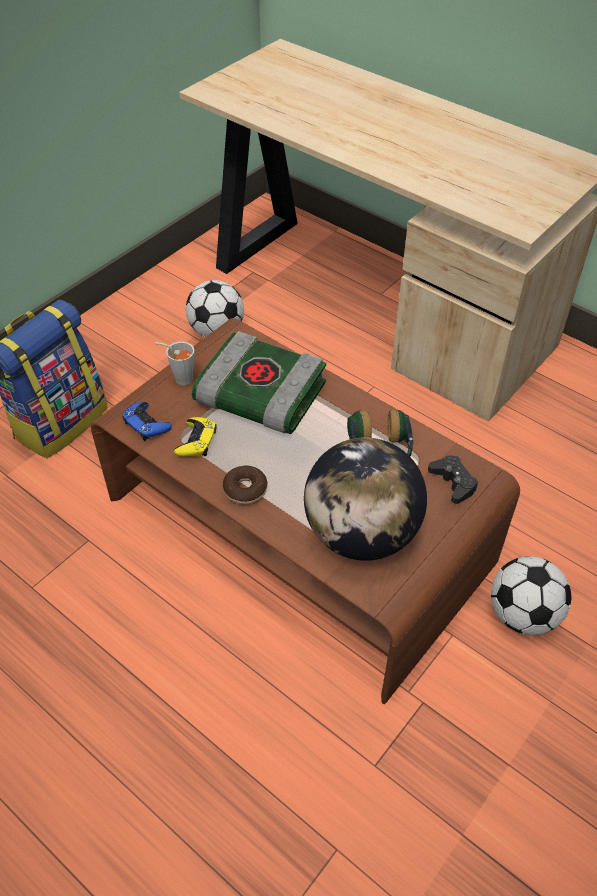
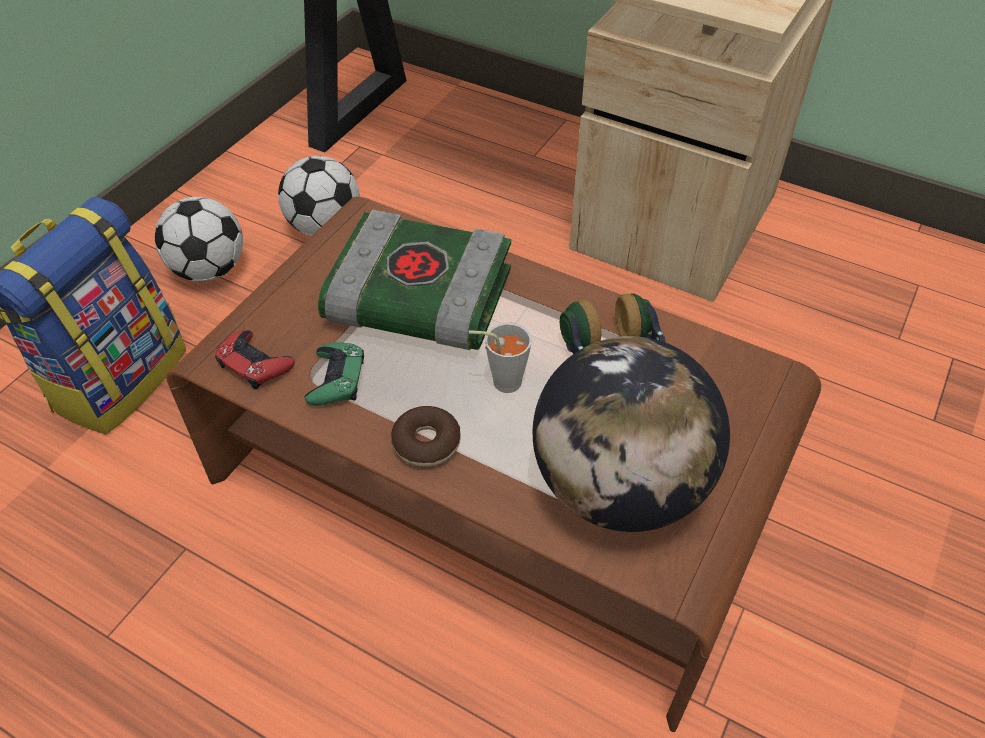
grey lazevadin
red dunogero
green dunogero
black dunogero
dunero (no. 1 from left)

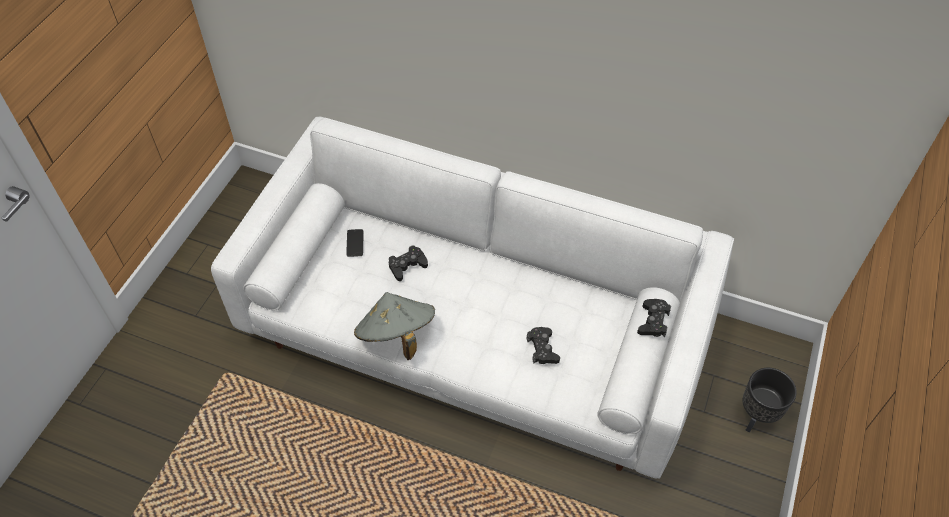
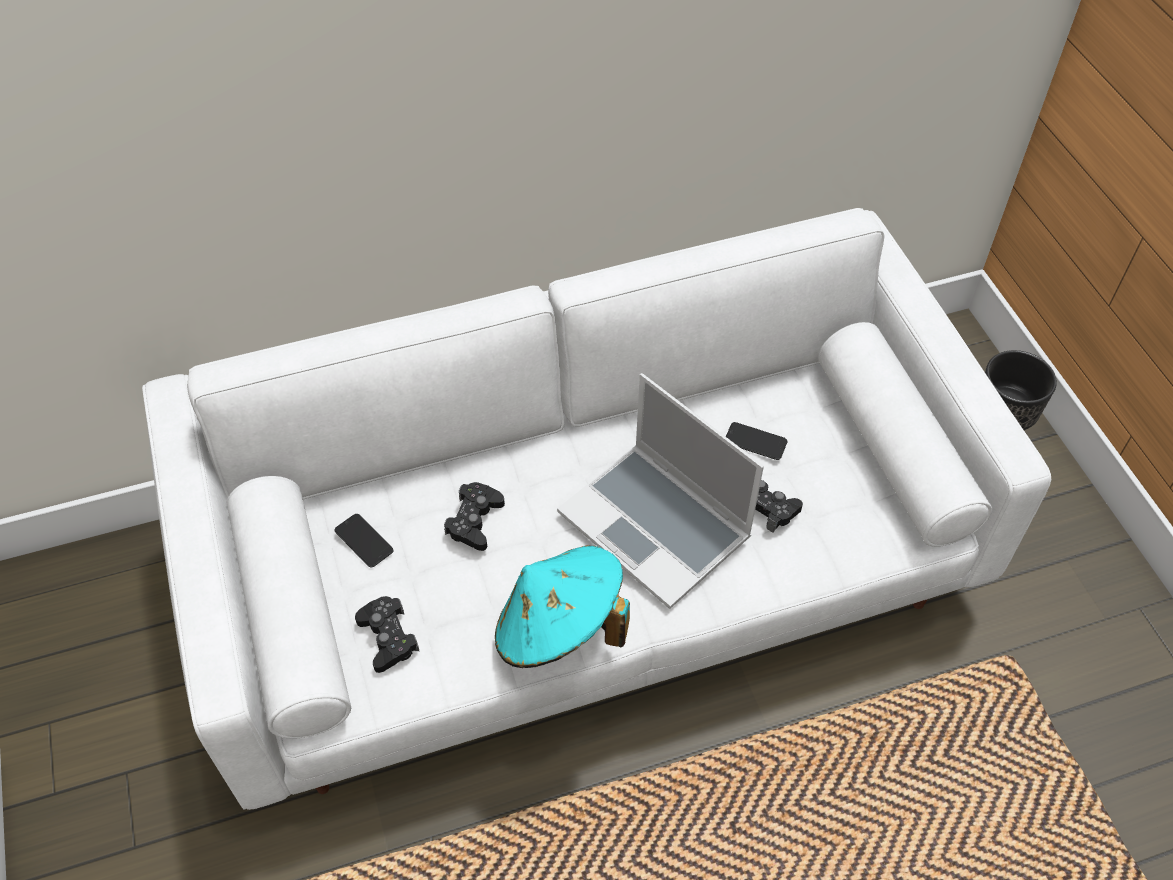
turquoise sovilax
black dunogero (no. 1 from left)
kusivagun
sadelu (no. 2 from left)

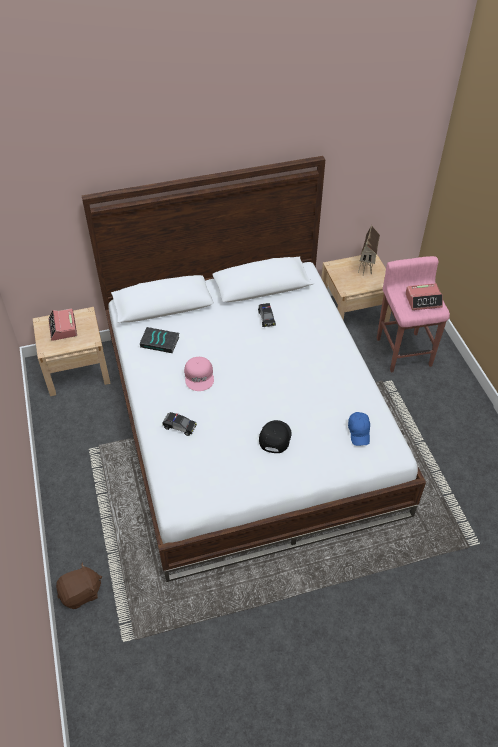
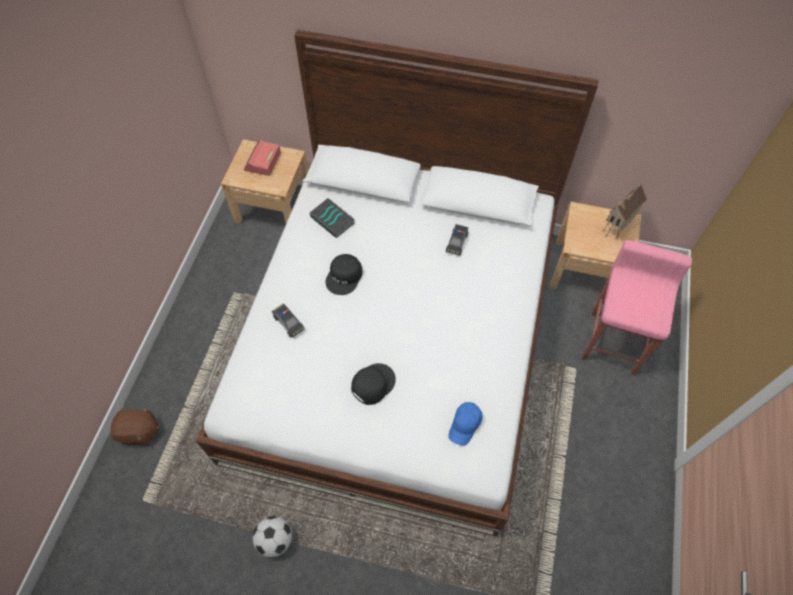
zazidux (no. 2 from left in the first image)
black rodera (no. 1 from left)
dunero

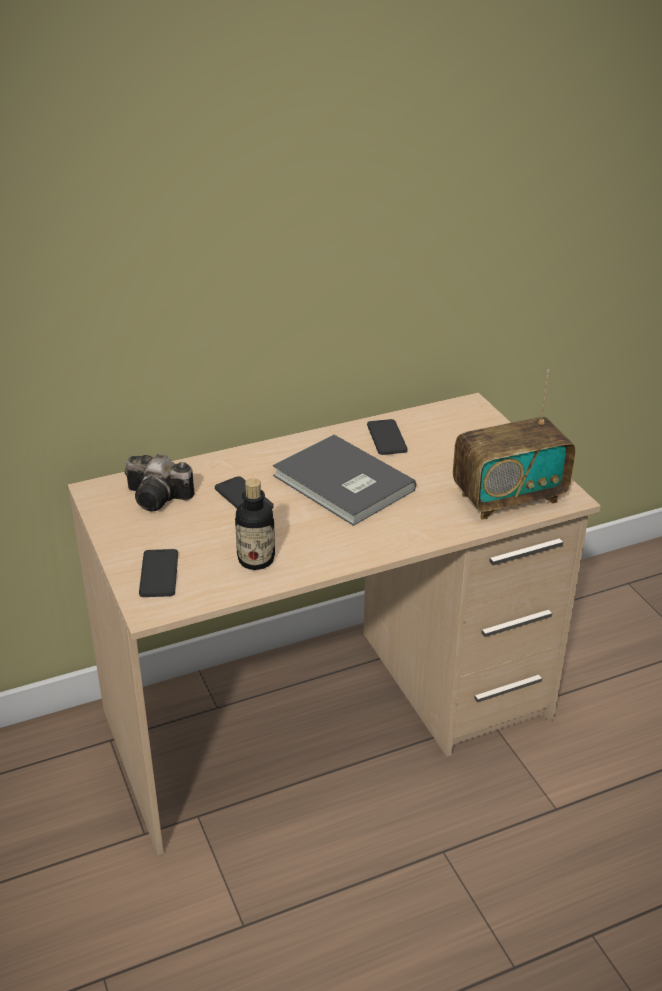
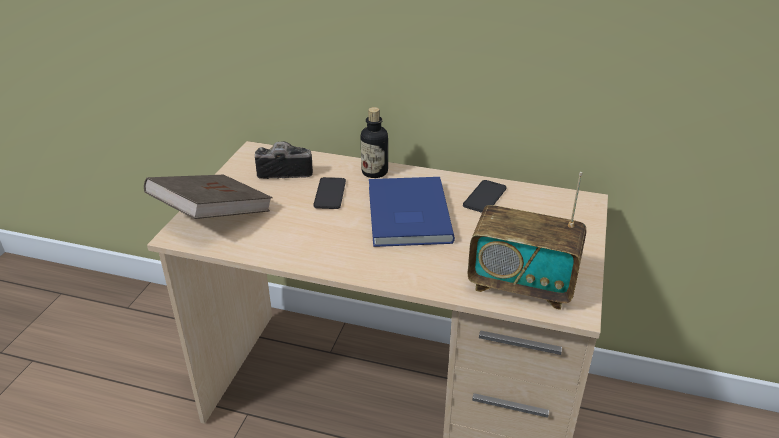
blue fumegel
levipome
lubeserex
brown fumegel

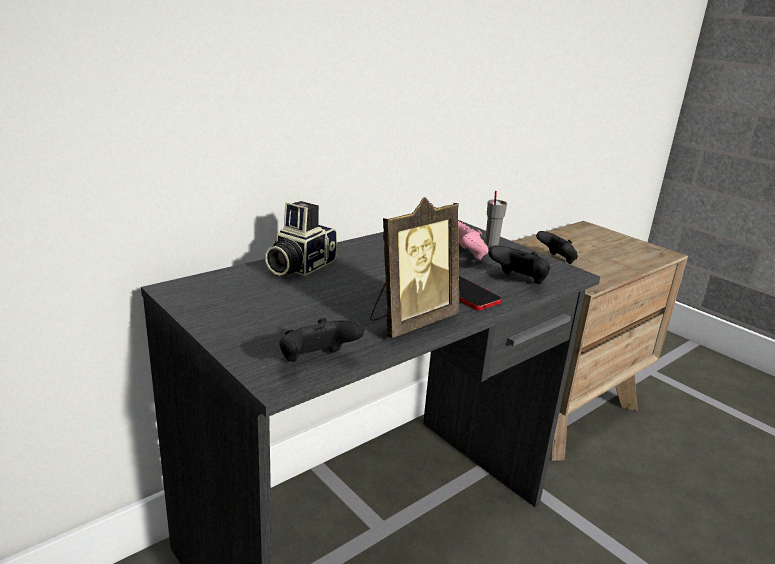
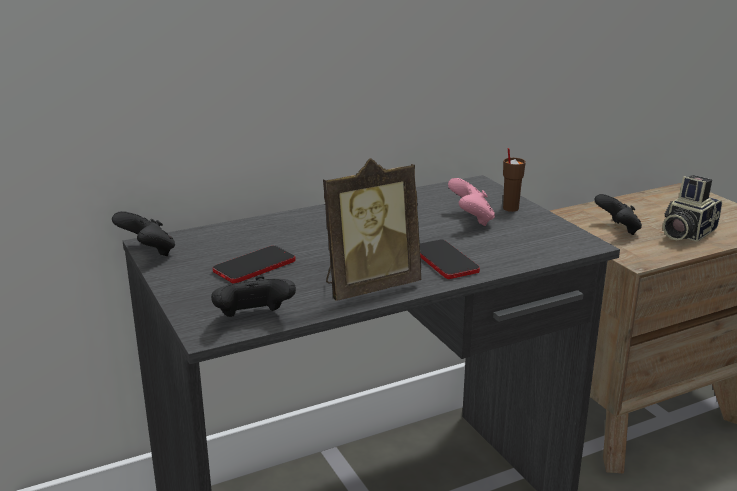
brown lazevadin
levipome
black dunogero (no. 1 from left)
sadelu (no. 1 from left)

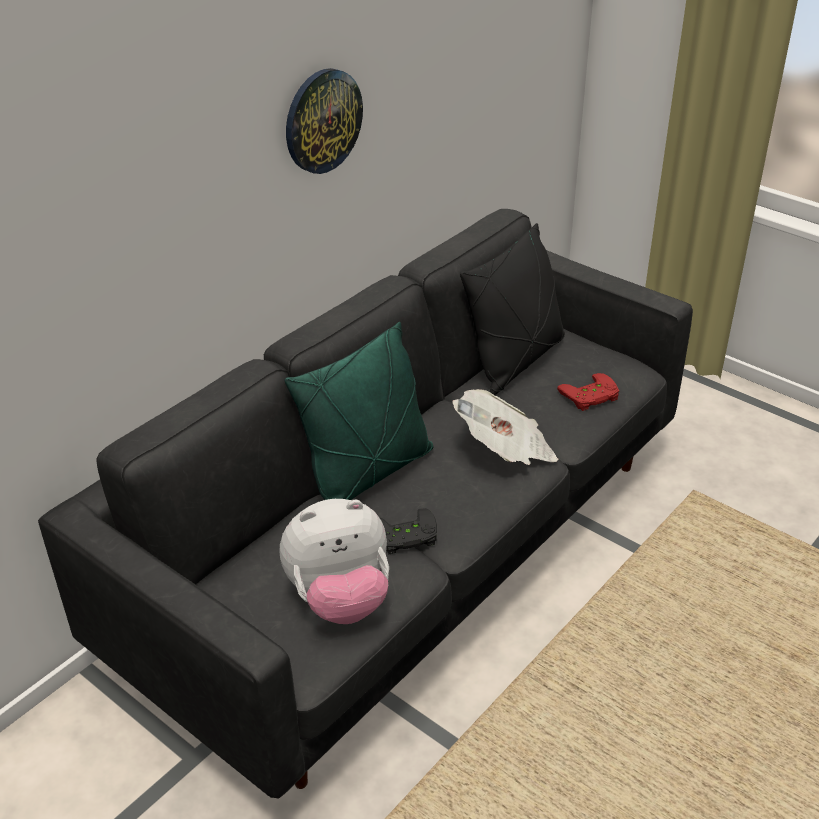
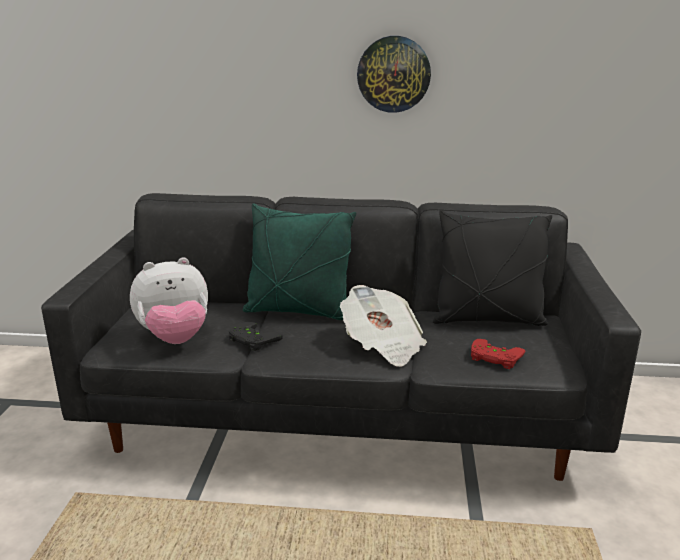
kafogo

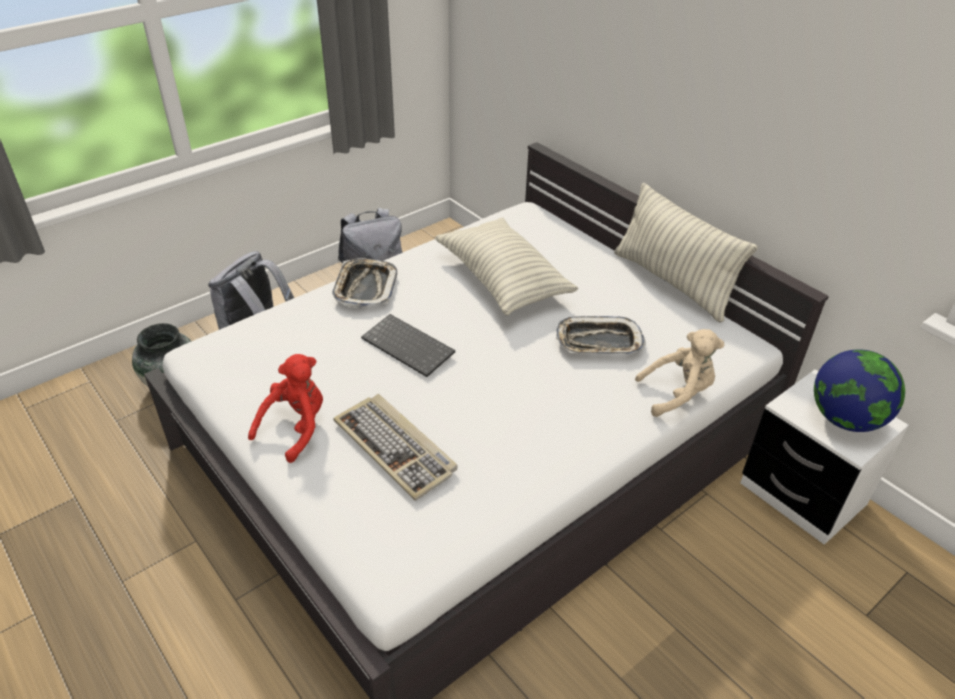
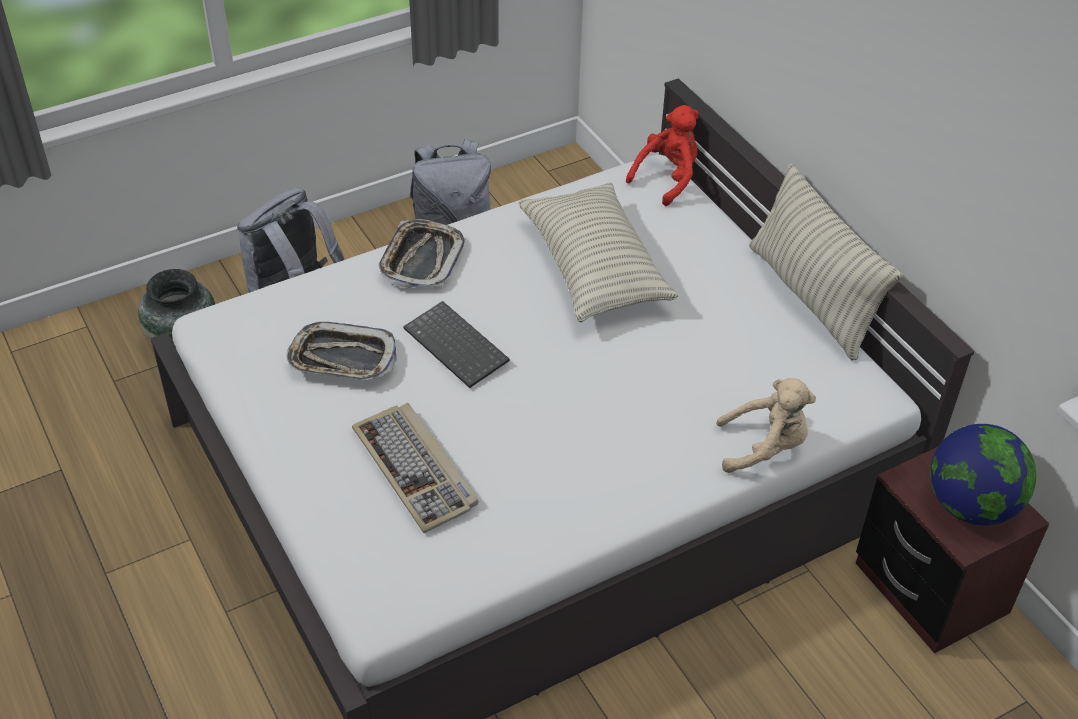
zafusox (no. 1 from left)
red kafogo
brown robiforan

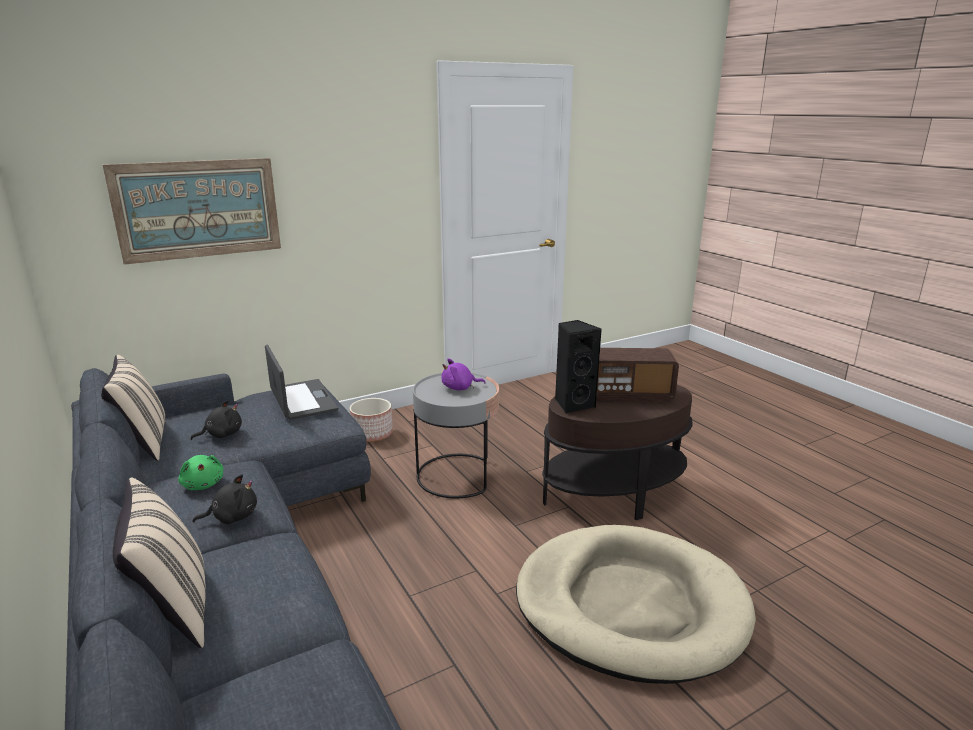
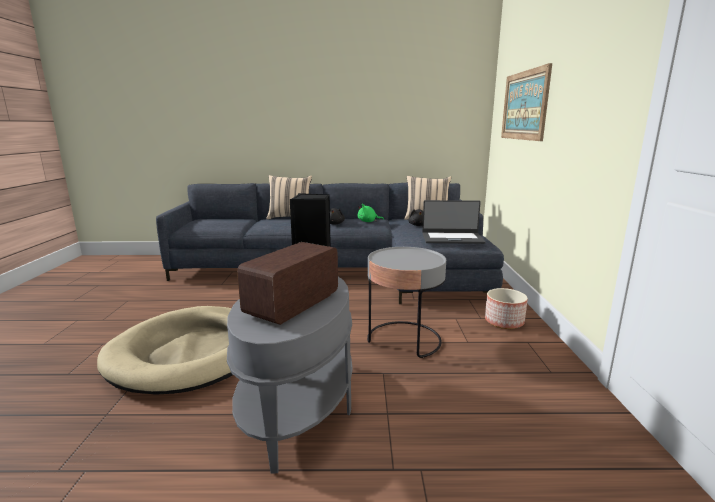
purple kafogo
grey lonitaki (no. 1 from left)

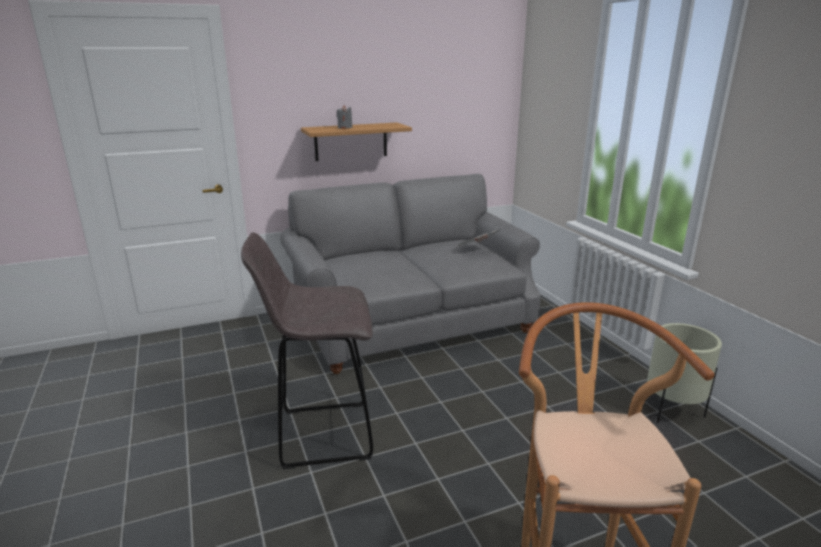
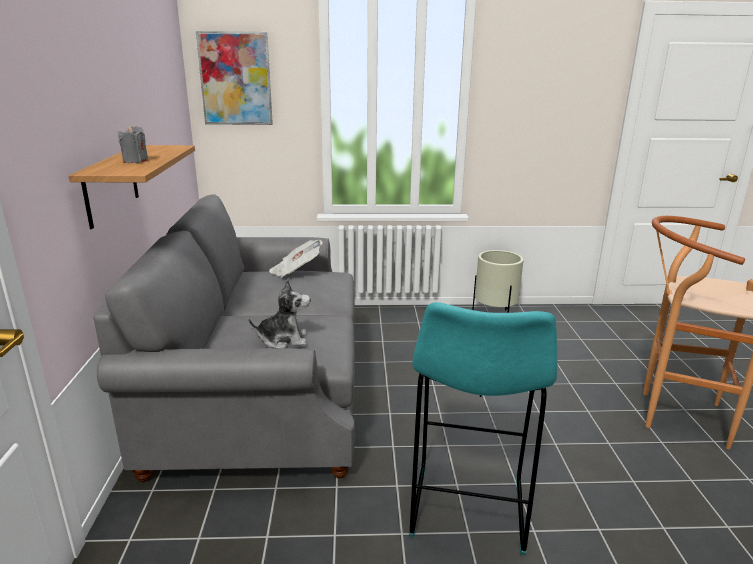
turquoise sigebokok
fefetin
kafogo

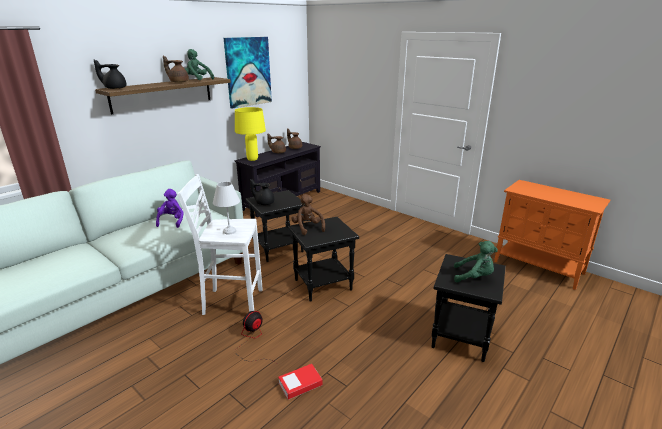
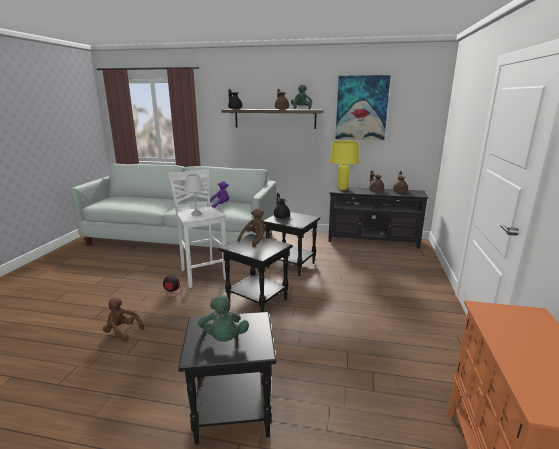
brown kafogo (no. 1 from left)

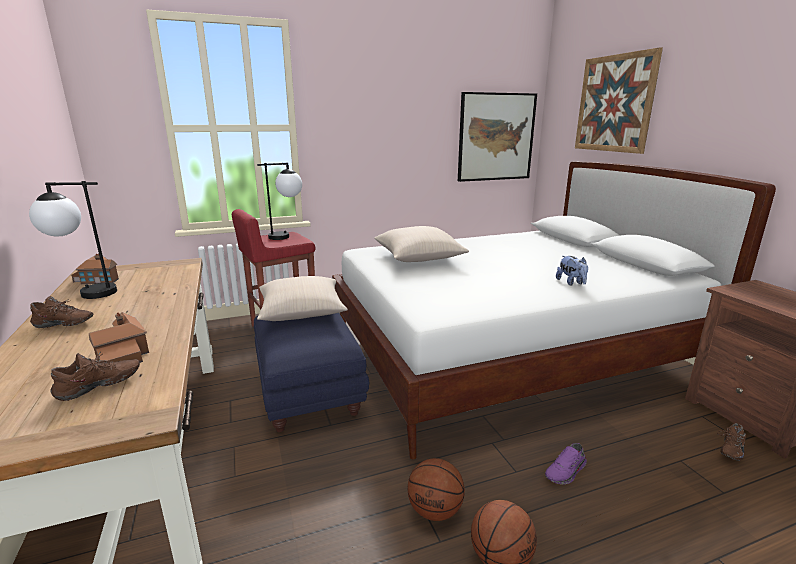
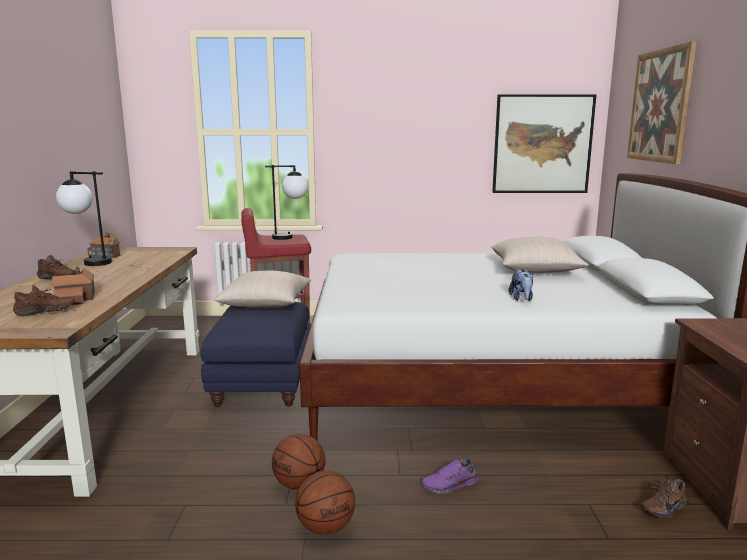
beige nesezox (no. 2 from left)

